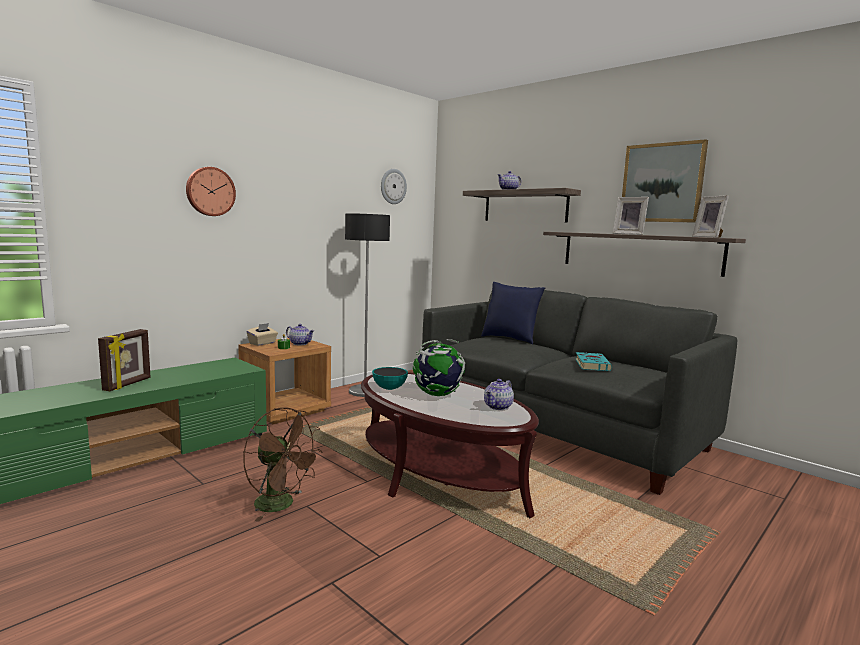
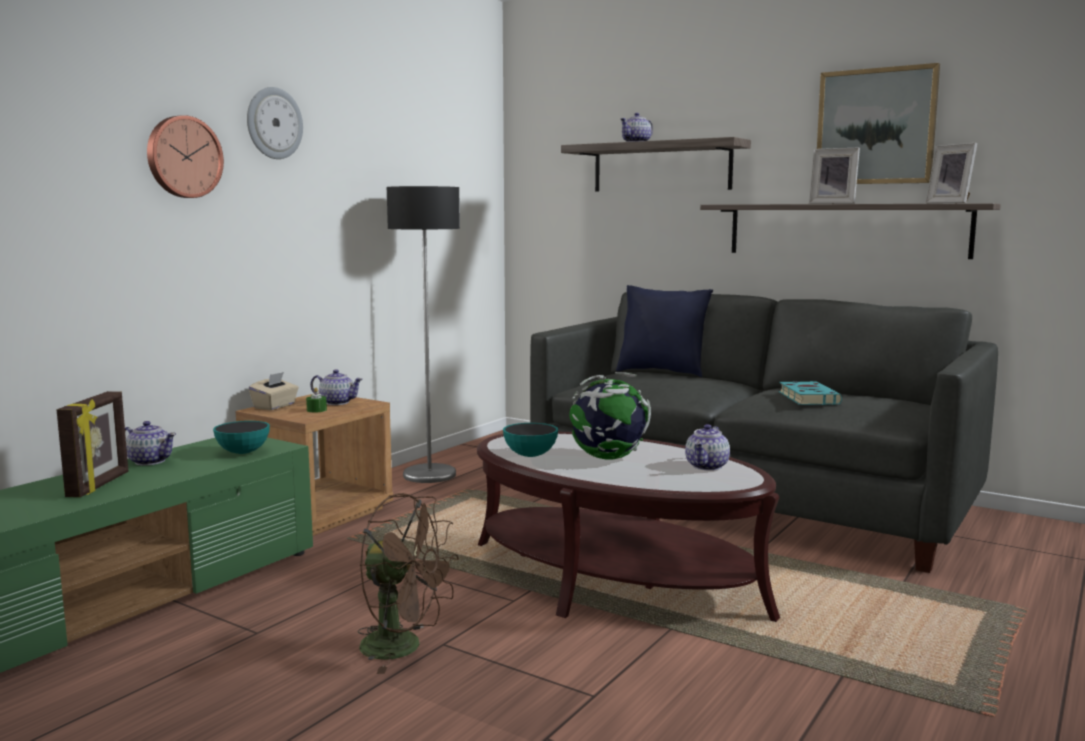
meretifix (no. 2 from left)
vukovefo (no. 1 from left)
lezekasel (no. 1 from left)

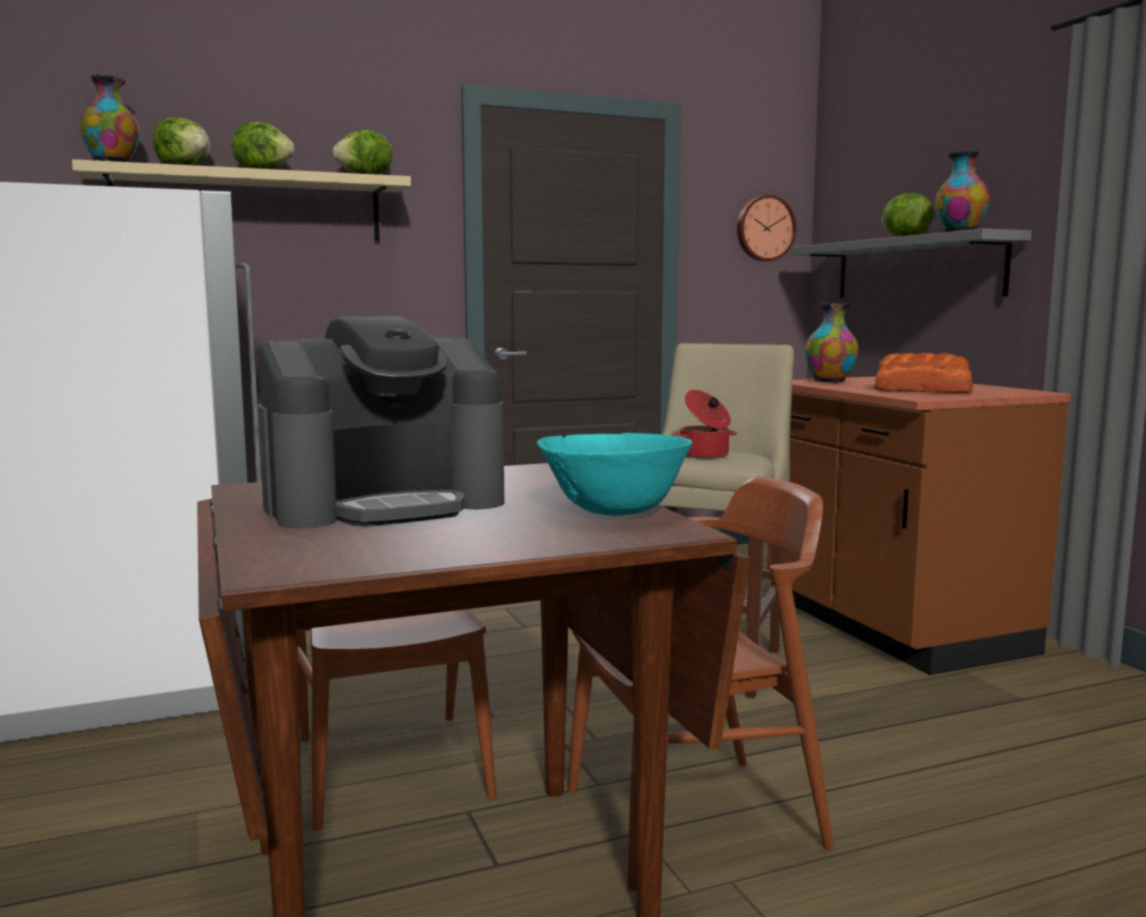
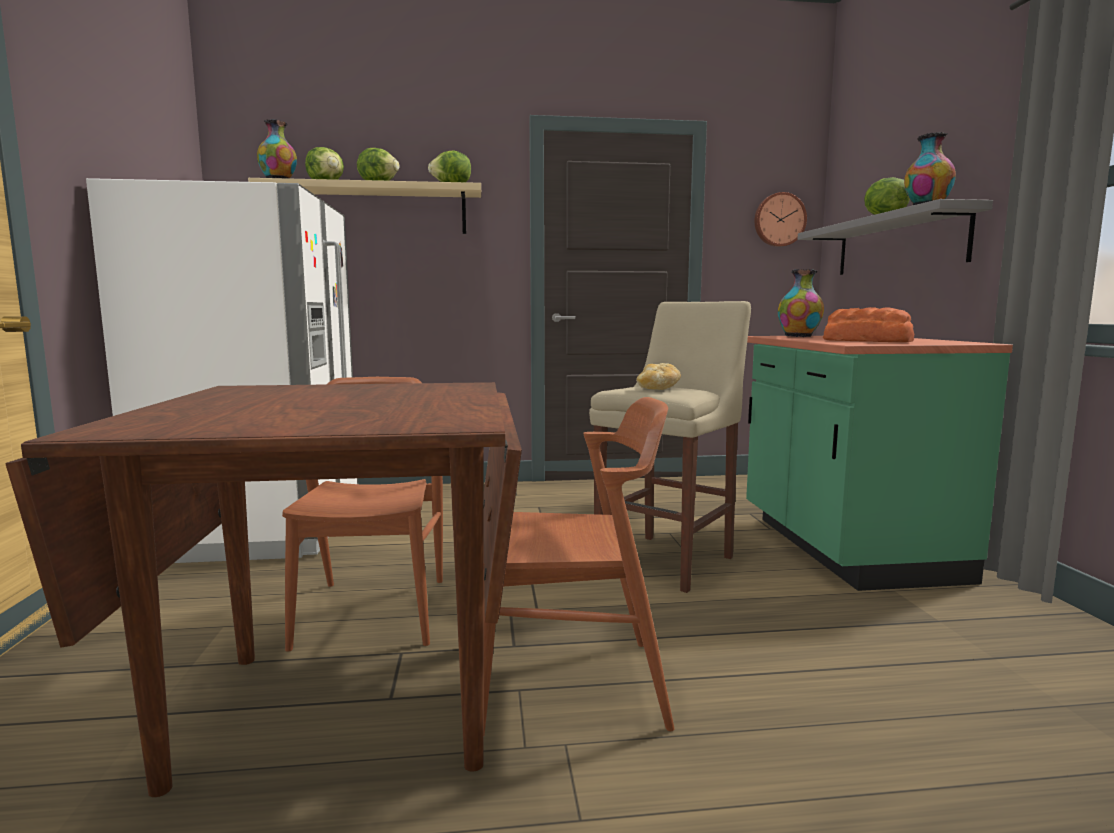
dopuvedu
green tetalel
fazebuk (no. 1 from left)
turquoise lezekasel

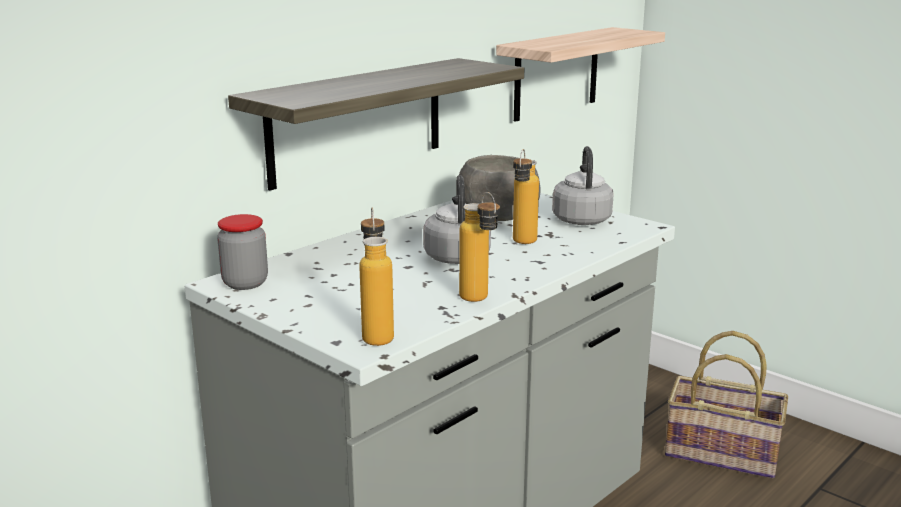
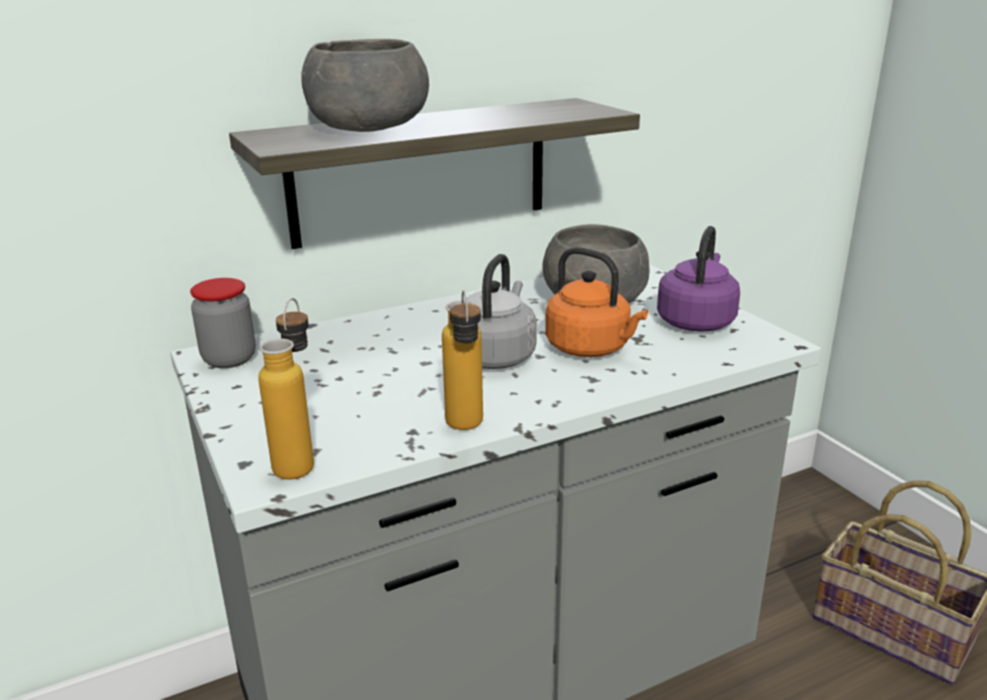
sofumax (no. 2 from left in the first image)
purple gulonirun
orange gulonirun
grey lezekasel (no. 1 from left)

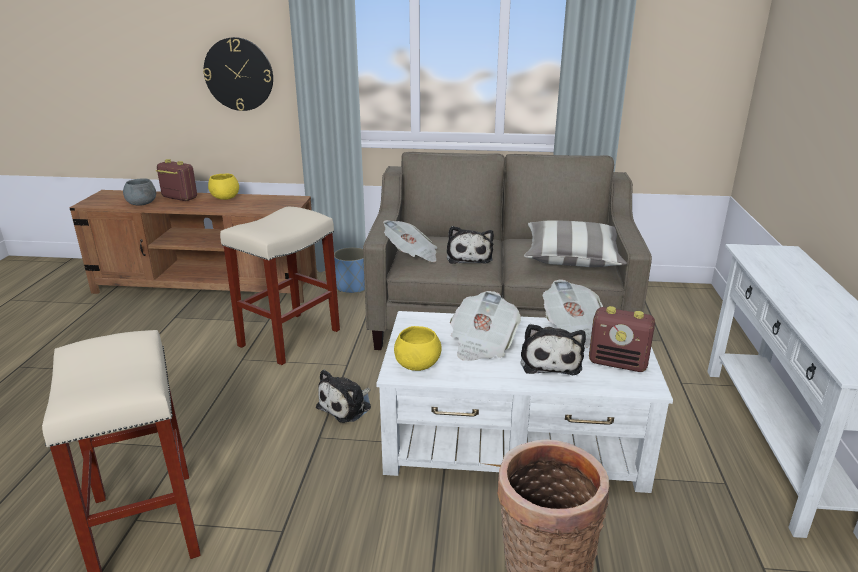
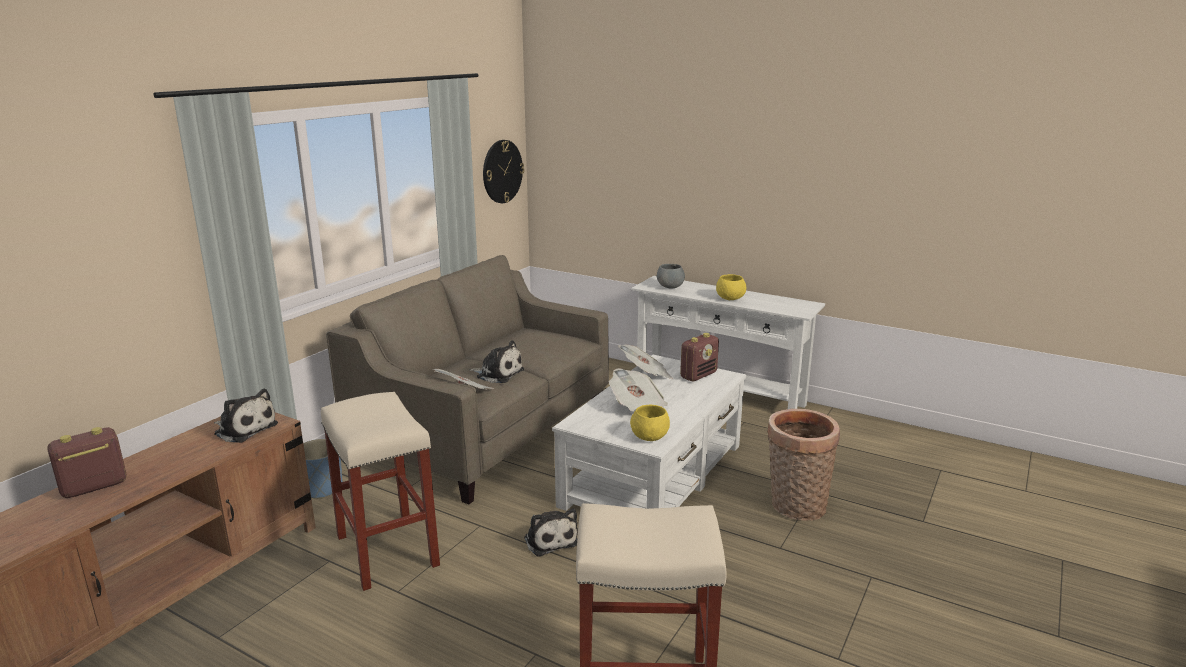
meretifix
yellow lezekasel (no. 2 from left)
grey lezekasel
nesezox
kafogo (no. 1 from left)

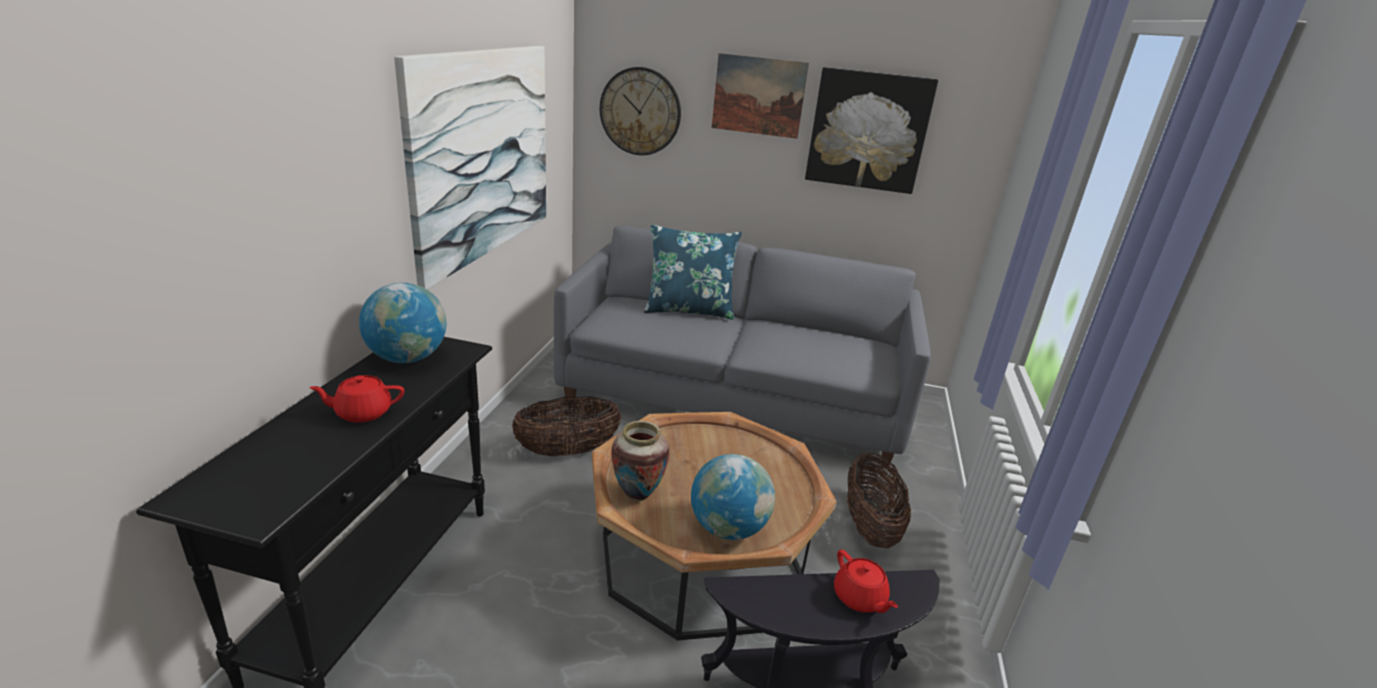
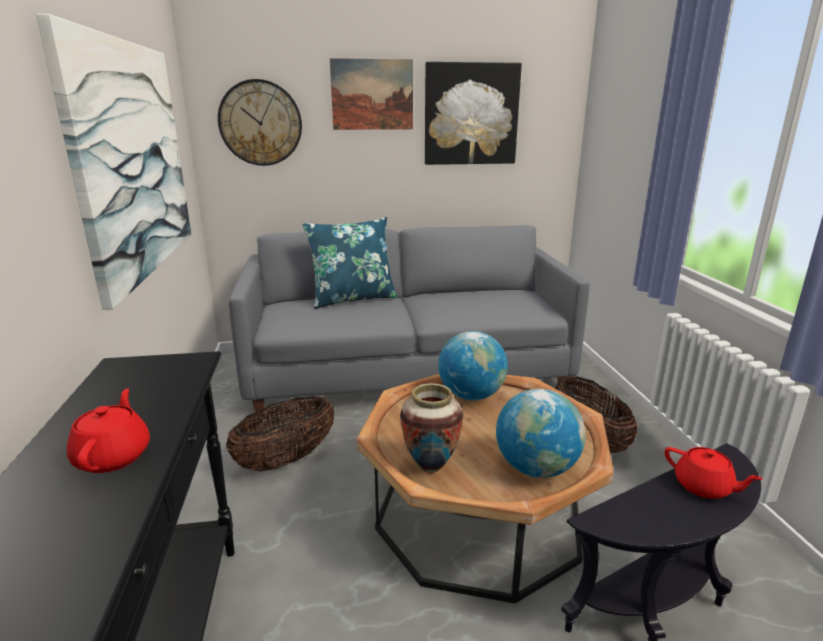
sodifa (no. 1 from left)
red vukovefo (no. 1 from left)

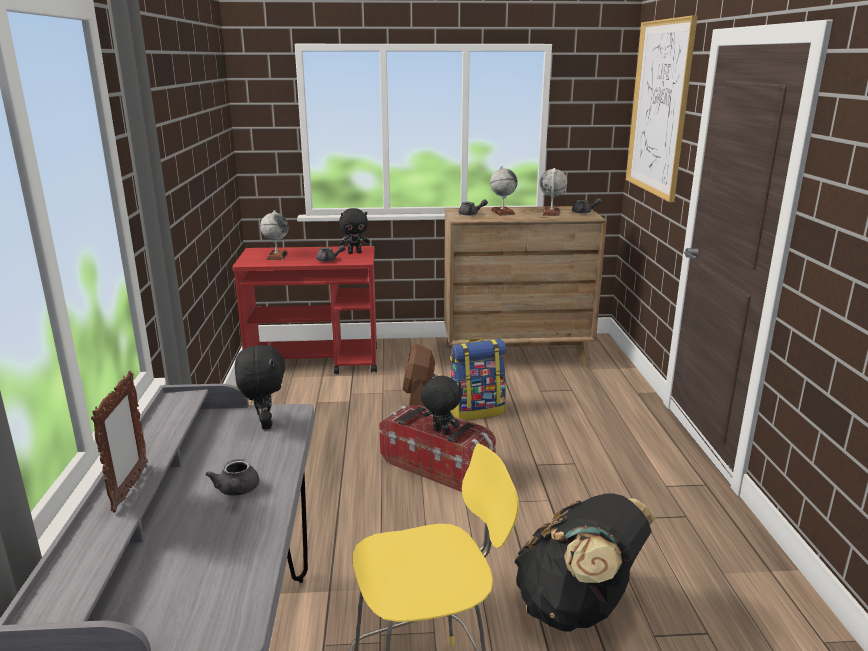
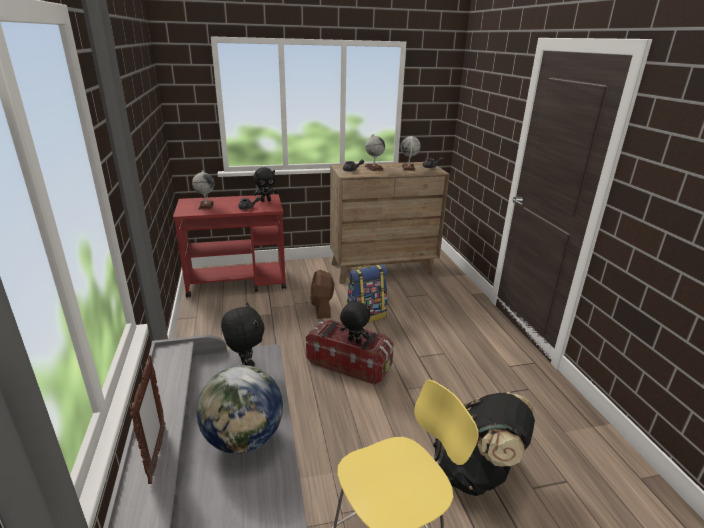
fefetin
sodifa (no. 2 from left)

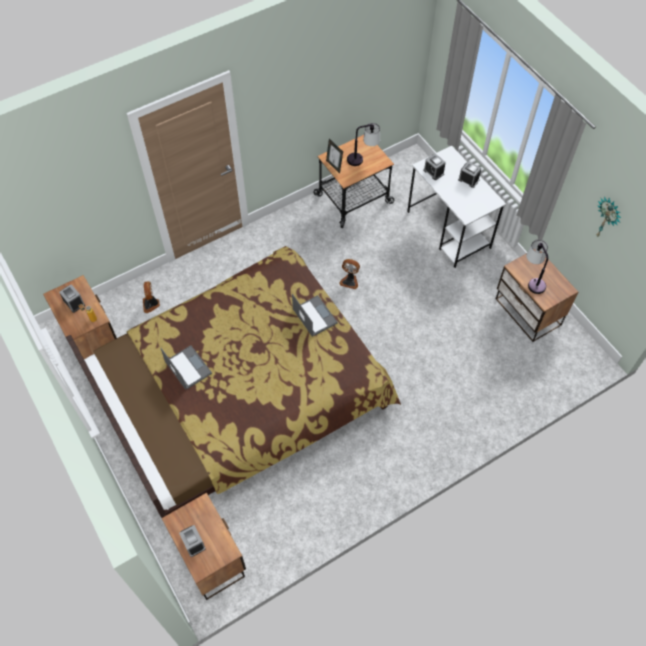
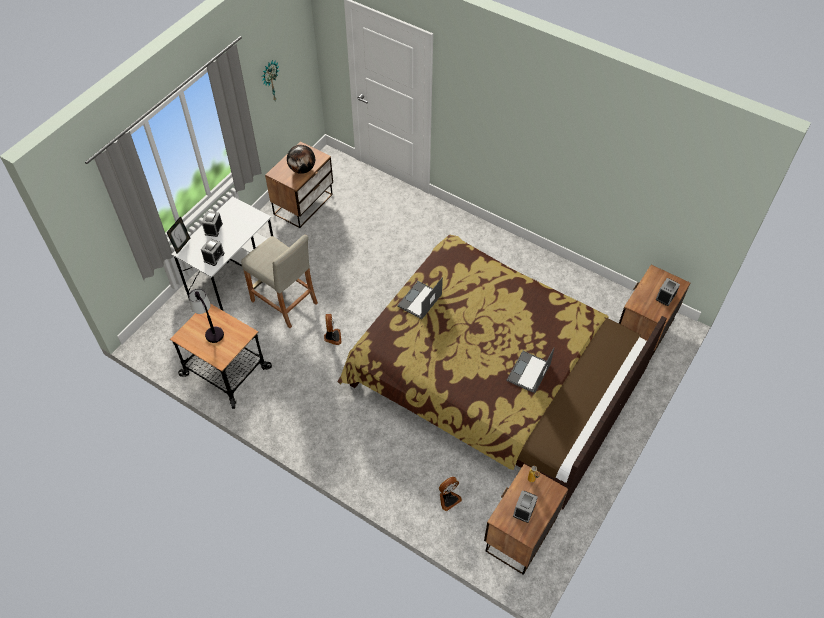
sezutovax
sodifa
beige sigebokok

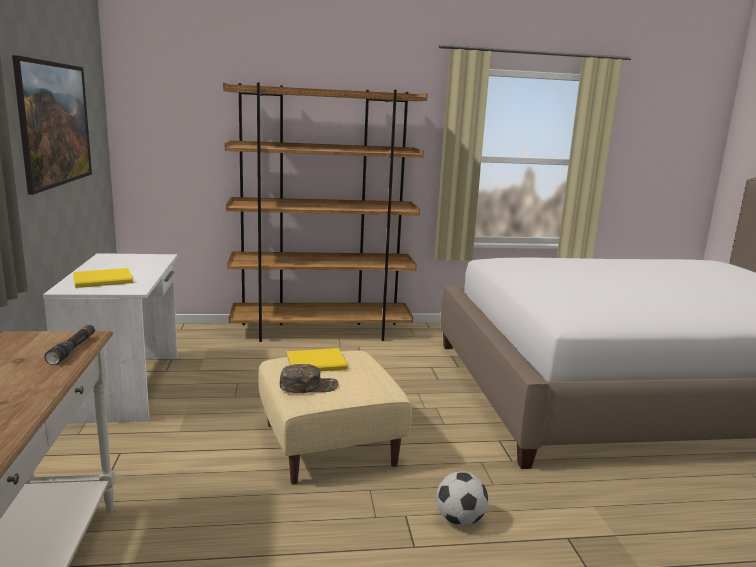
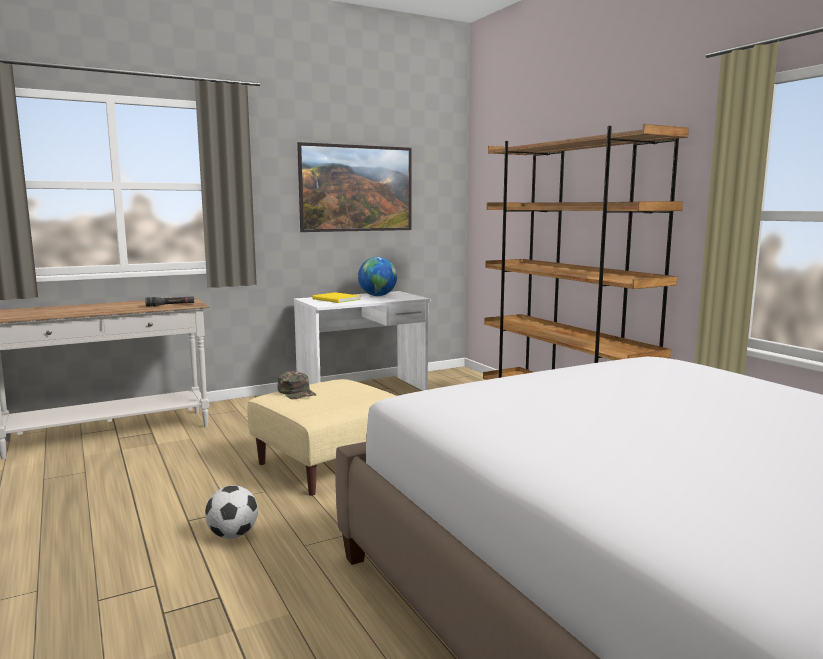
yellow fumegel (no. 2 from left in the first image)
sodifa

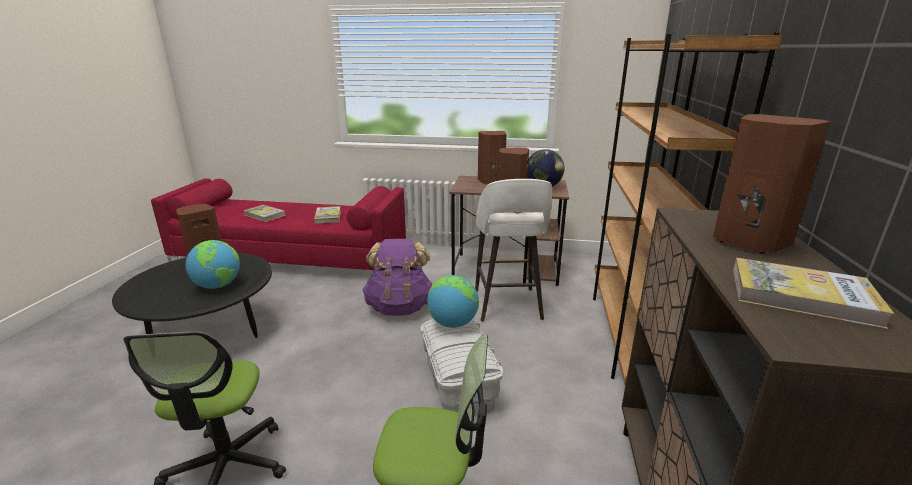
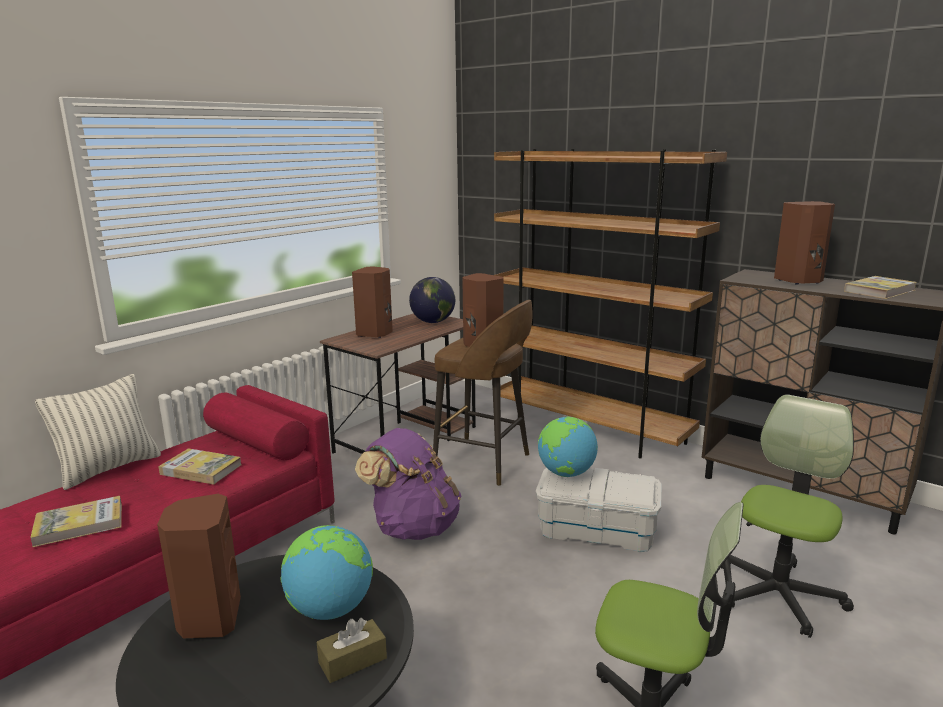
brown sigebokok
nesezox
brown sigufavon

